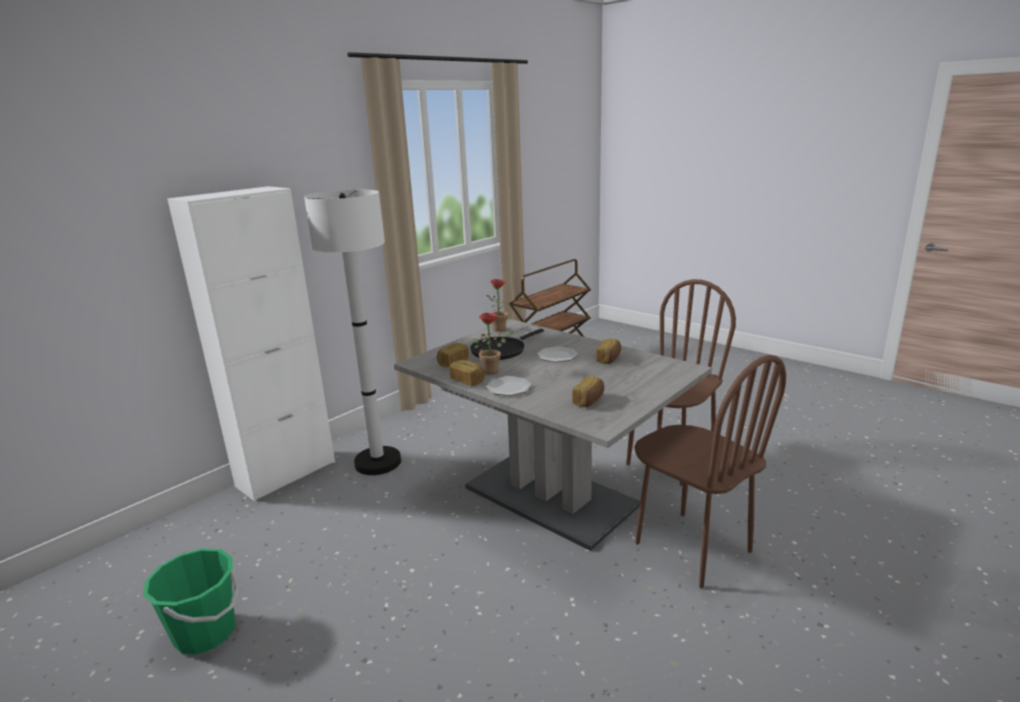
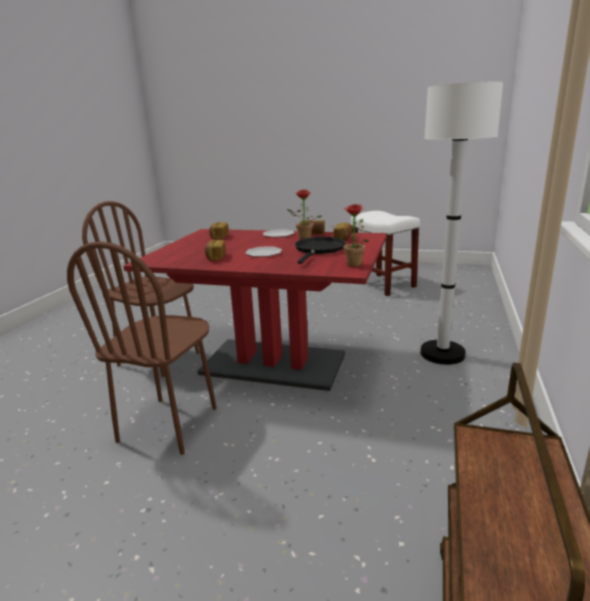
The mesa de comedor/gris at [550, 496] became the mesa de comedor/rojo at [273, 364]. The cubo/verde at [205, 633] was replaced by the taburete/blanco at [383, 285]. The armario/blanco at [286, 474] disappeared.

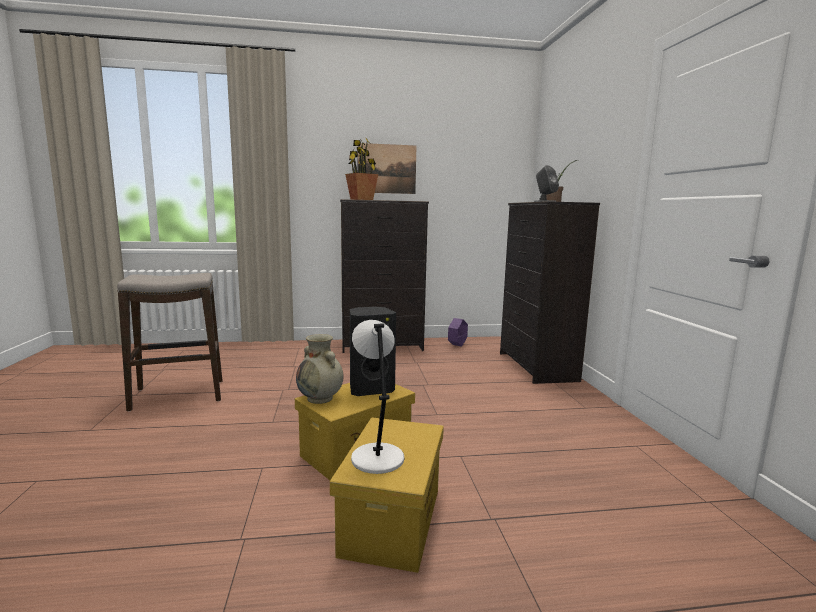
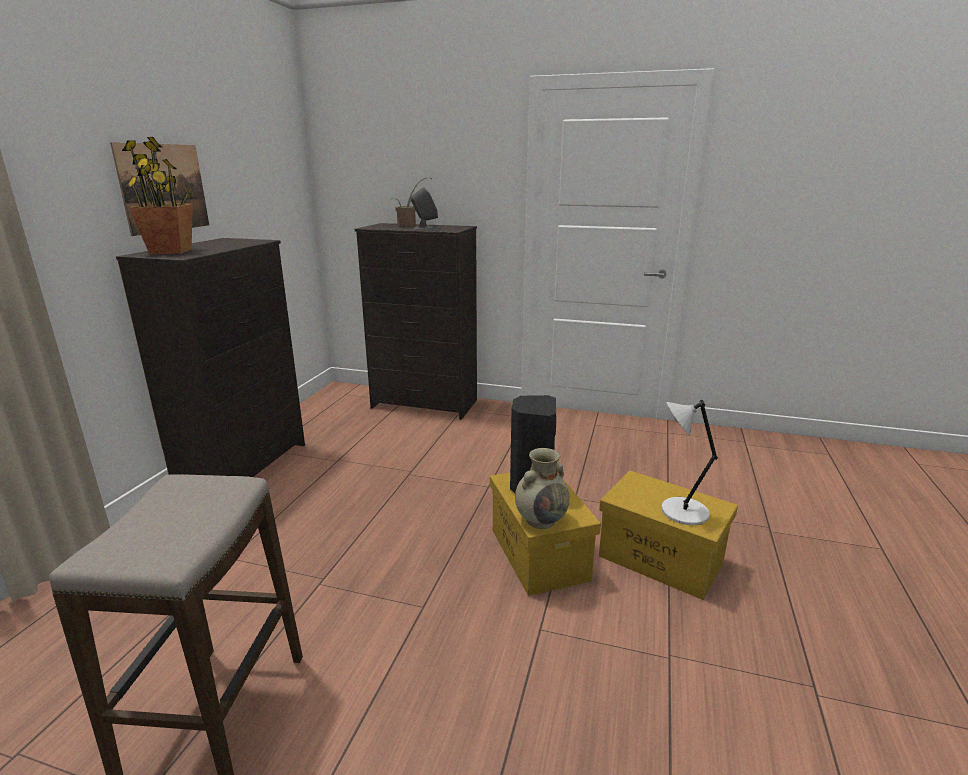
The maceta/morado at [457, 345] disappeared.

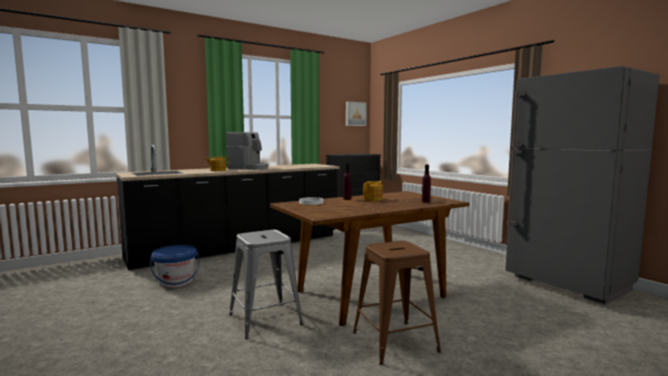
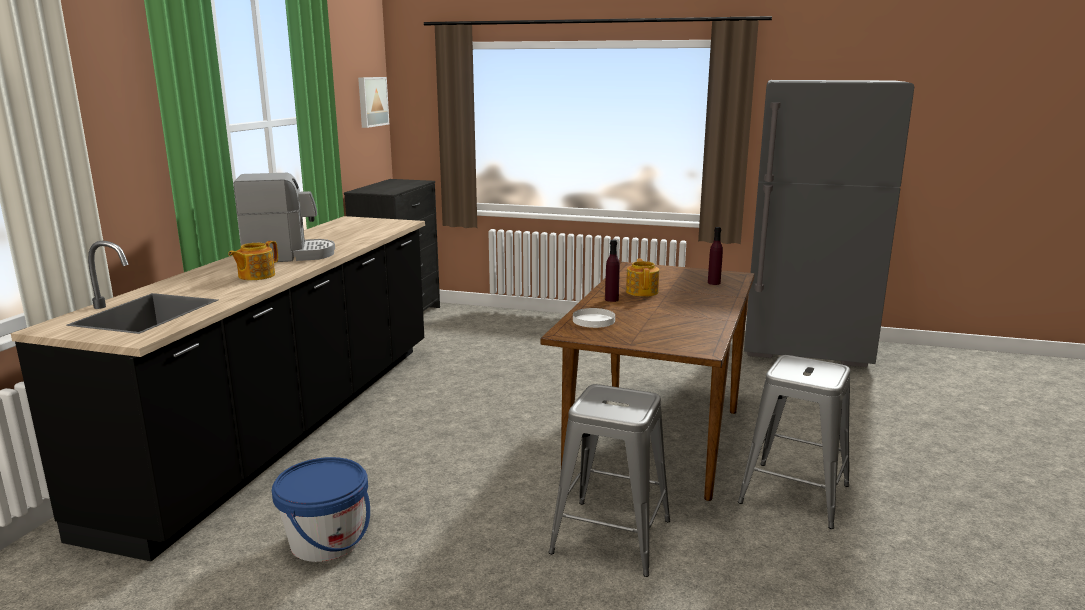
The taburete/marrón at [395, 341] became the taburete/gris at [794, 494].

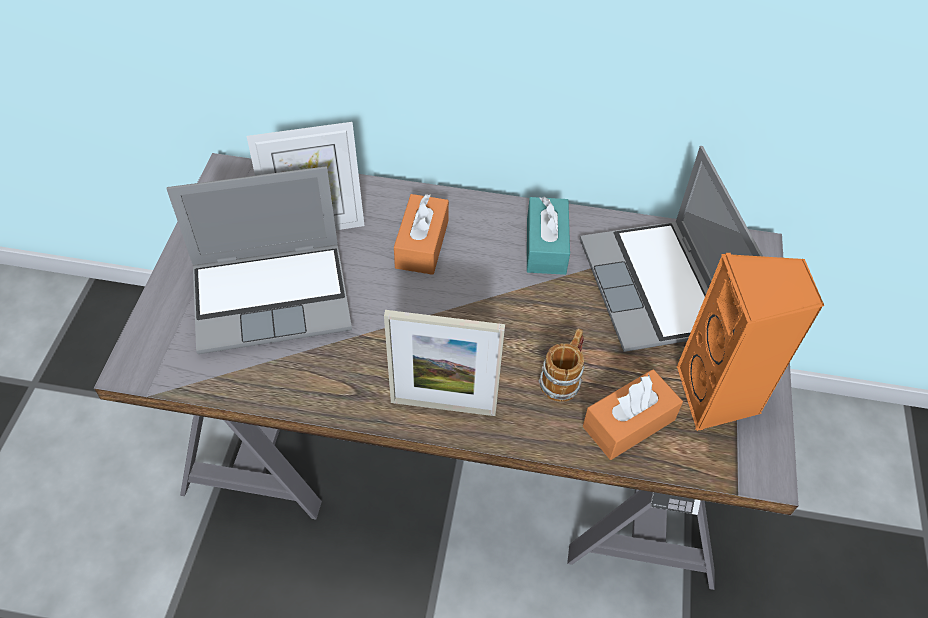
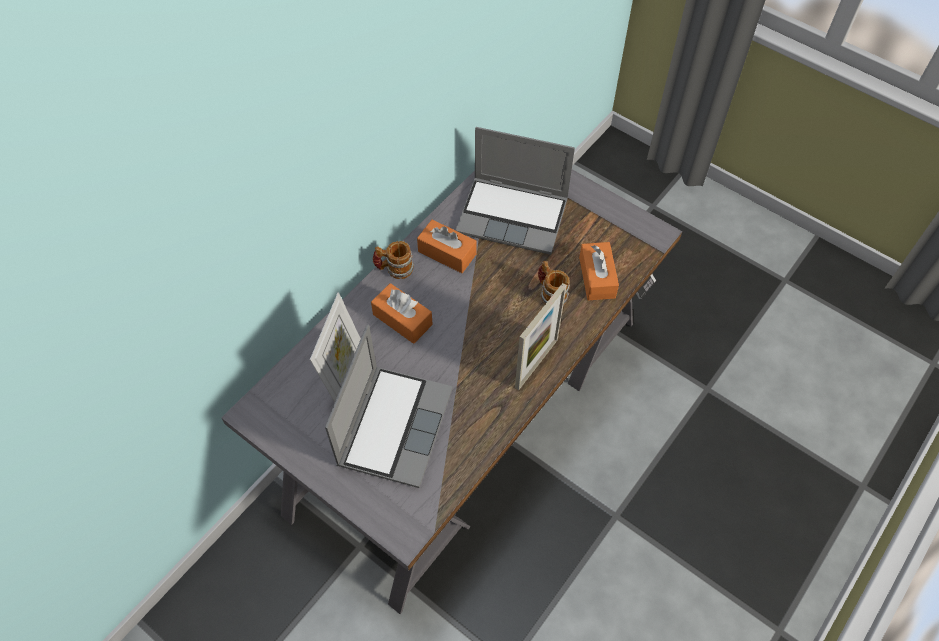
The taza grande at [394, 269] appeared. The caja de pañuelos/turquesa at [546, 246] became the caja de pañuelos/naranja at [447, 253]. The altavoz/naranja at [718, 396] disappeared.

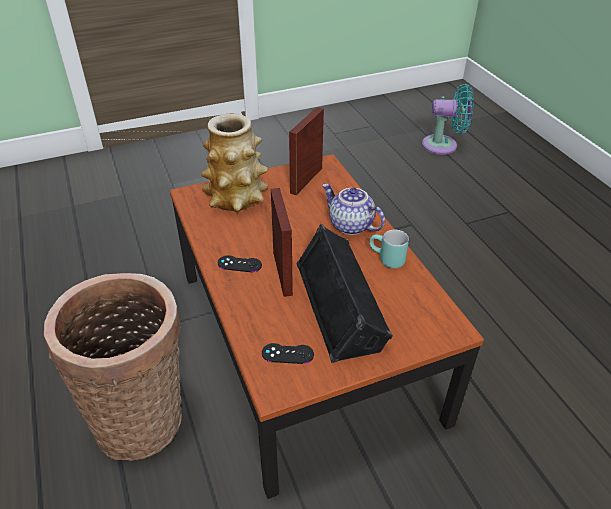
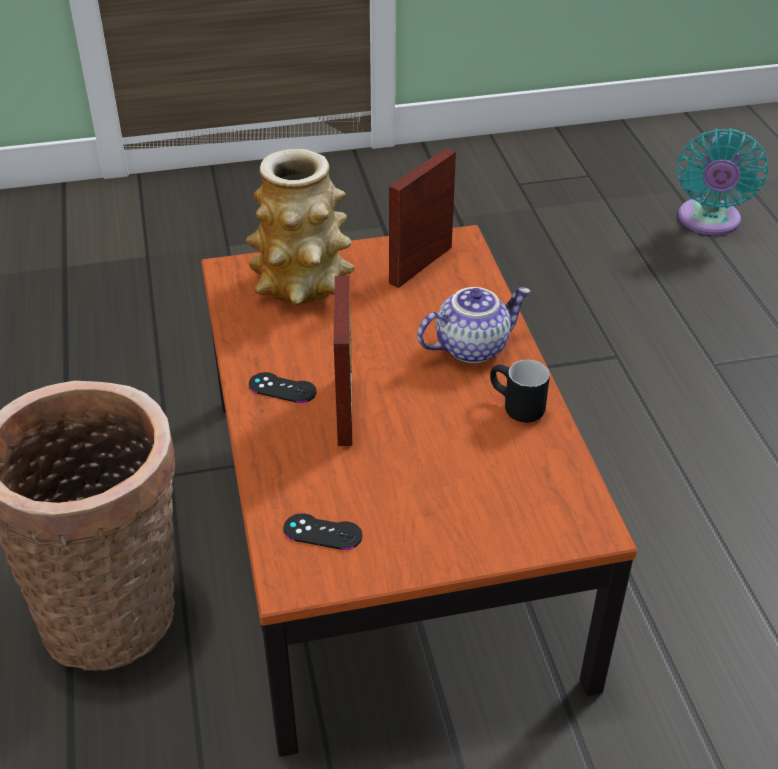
The tetera at [350, 225] turned 105 degrees clockwise. The taza grande/turquesa at [386, 260] became the taza grande/negro at [514, 408]. The ventilador/turquesa at [443, 145] turned 90 degrees clockwise. The altavoz/negro at [342, 303] disappeared.

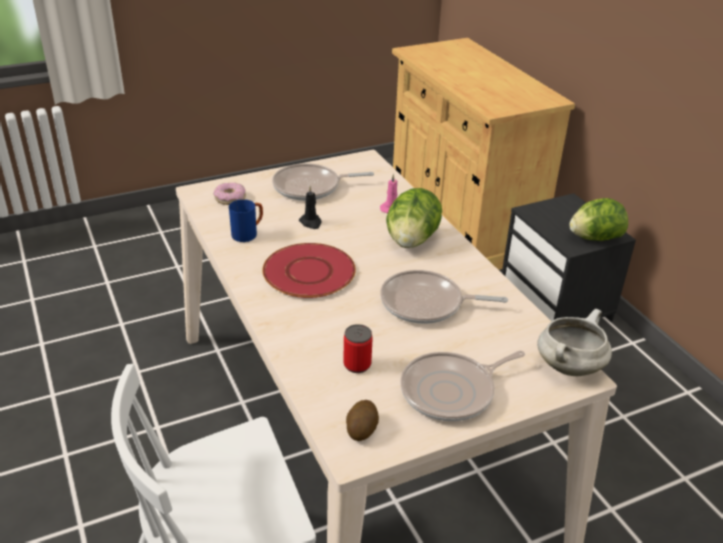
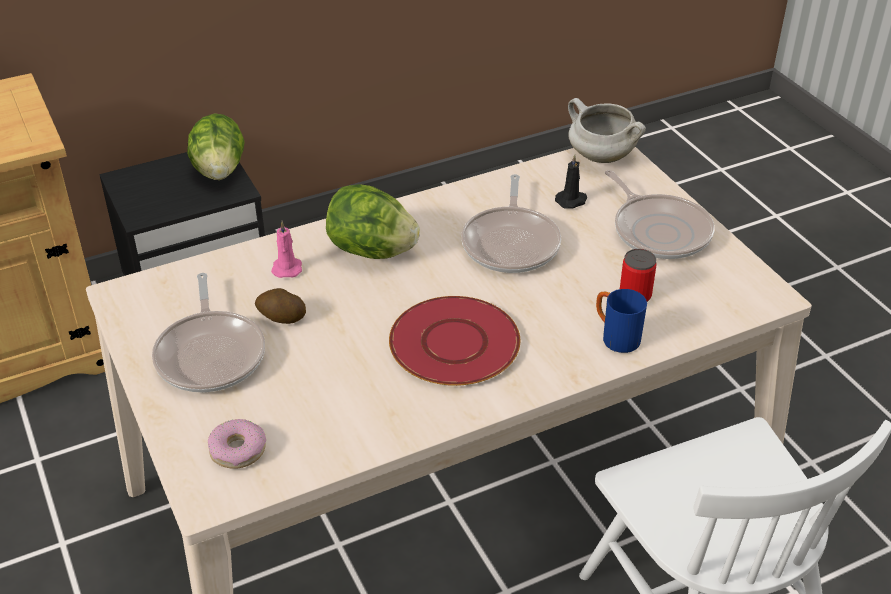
The patata moved from [361, 429] to [281, 318]. The vela/negro moved from [311, 222] to [572, 200]. The taza grande/azul moved from [248, 234] to [615, 337].

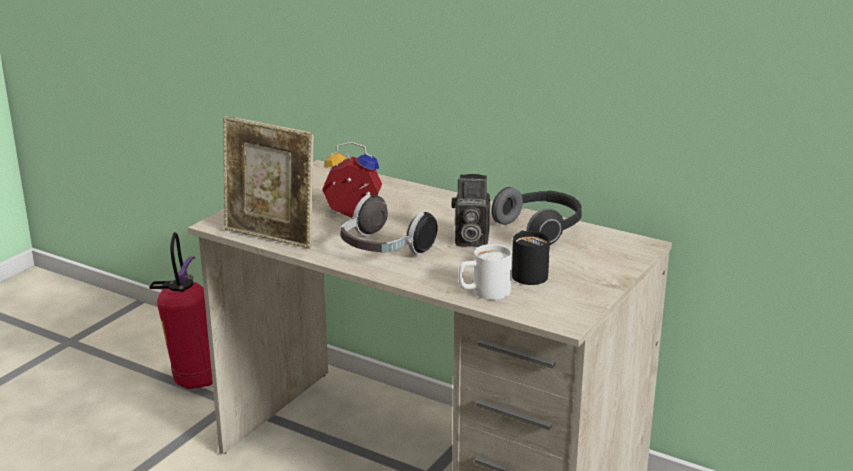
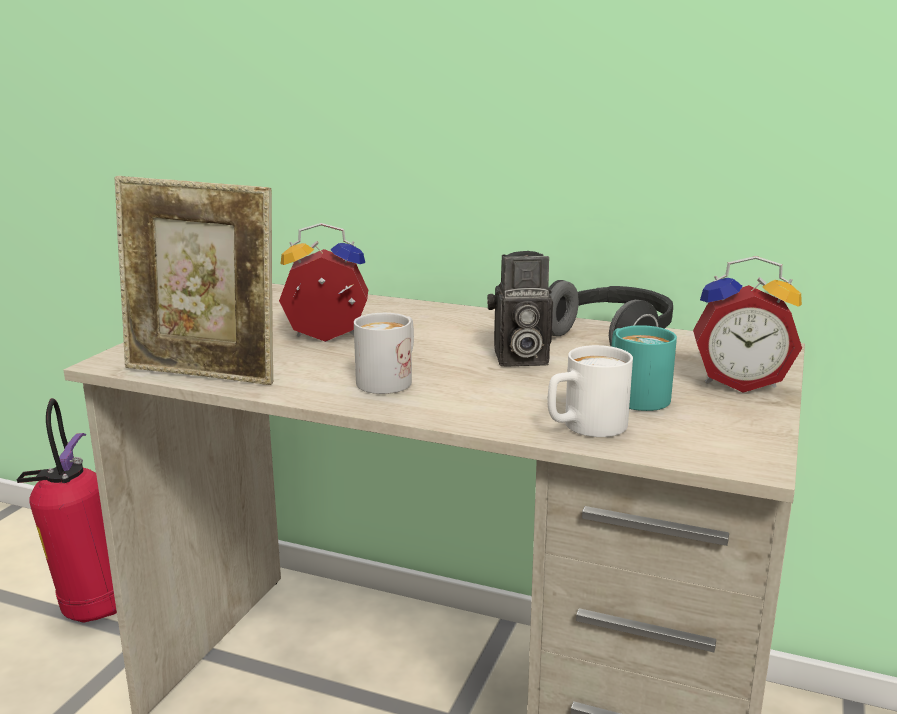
The auriculares at [383, 250] was replaced by the taza grande/blanco at [391, 379]. The taza grande/negro at [527, 273] became the taza grande/turquesa at [633, 394]. The despertador at [739, 382] appeared.

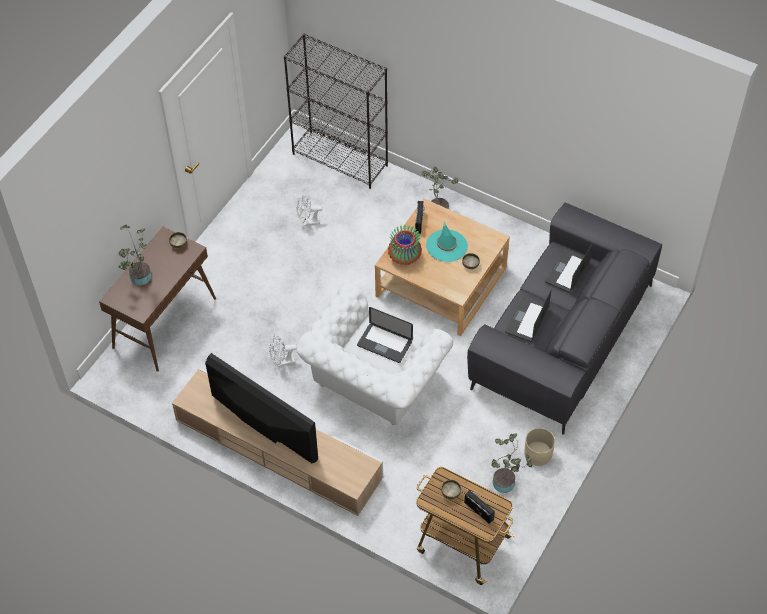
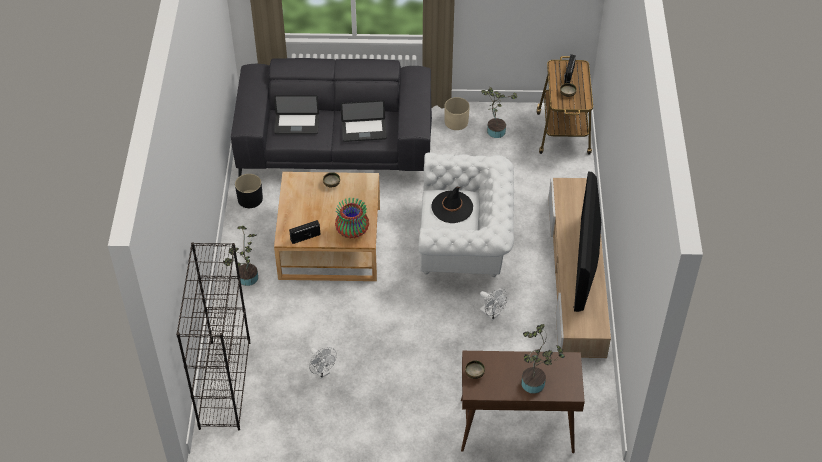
The maceta/negro at [250, 199] appeared. The portátil at [384, 343] was replaced by the sombrero/negro at [452, 207]. The sombrero/turquesa at [446, 246] disappeared.

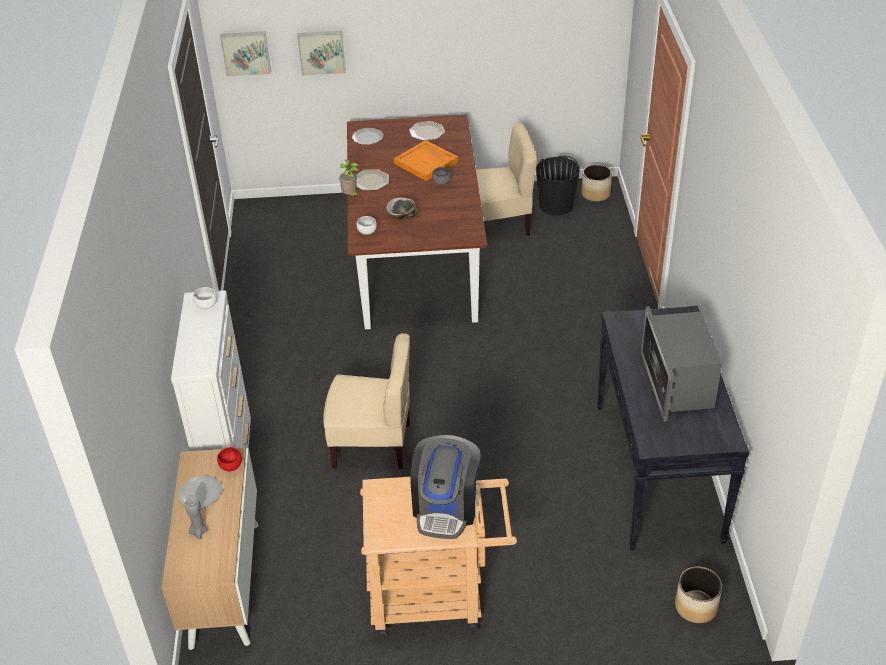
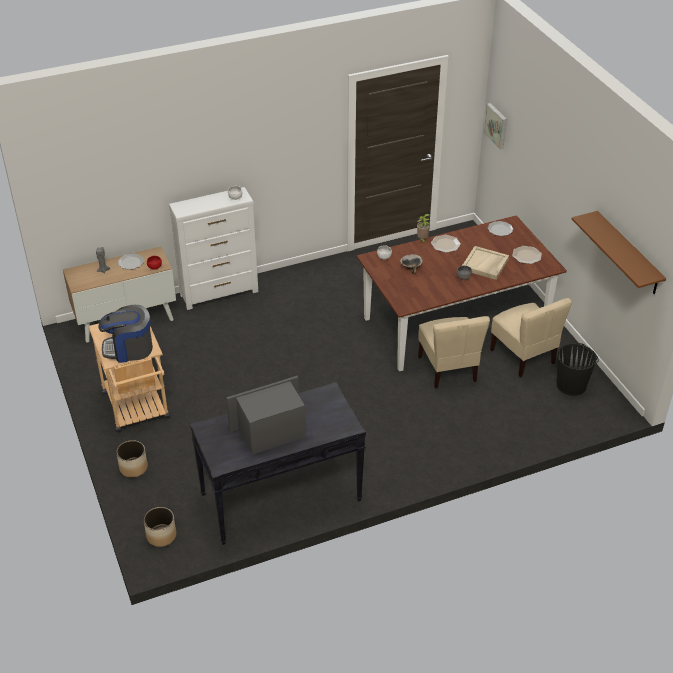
The maceta moved from [595, 194] to [133, 467]. The silla/beis moved from [372, 445] to [448, 369]. The bandeja/naranja at [426, 162] became the bandeja/beis at [485, 264]. The estante/marrón at [628, 254] appeared. The cuadro at [321, 52] disappeared.

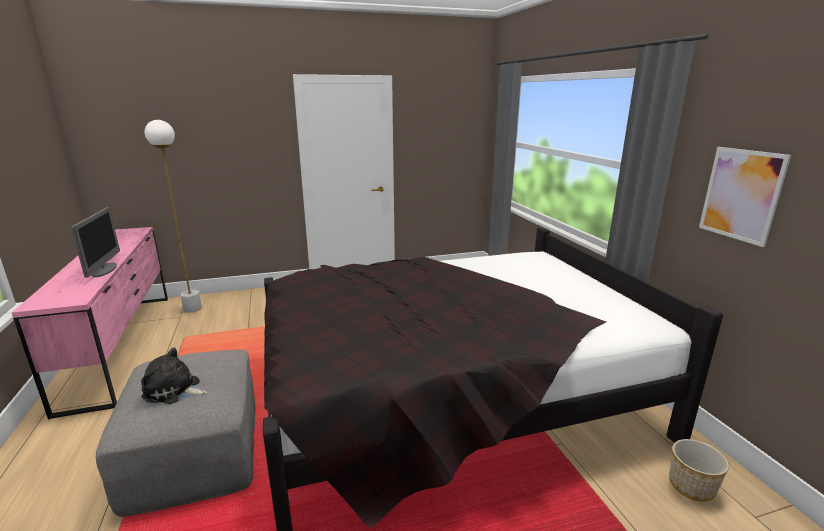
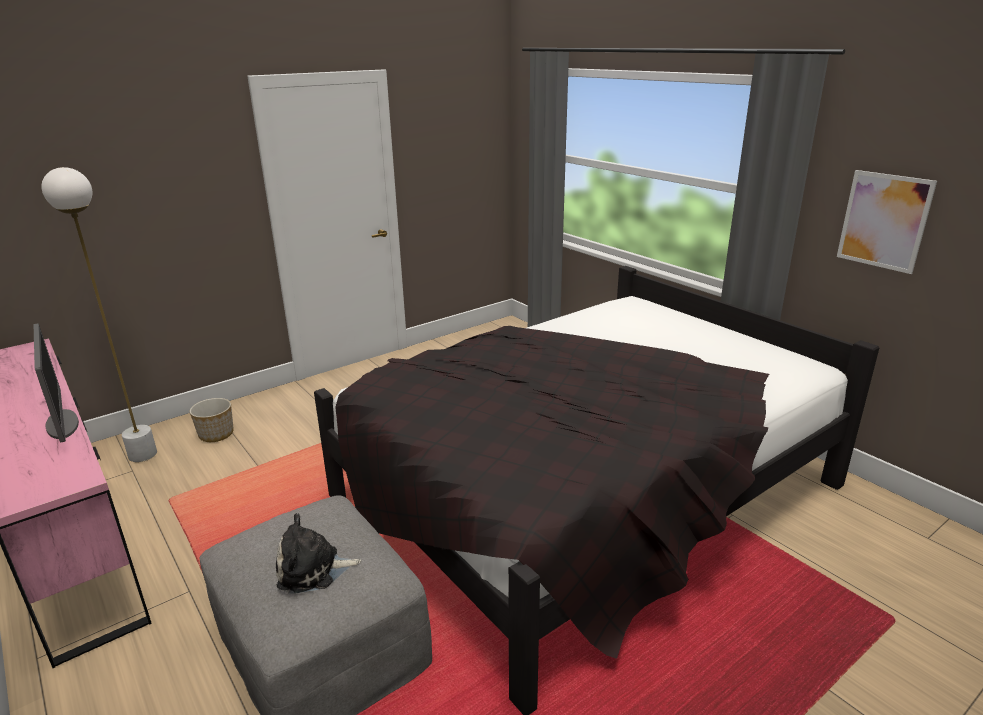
The maceta moved from [690, 486] to [215, 434].

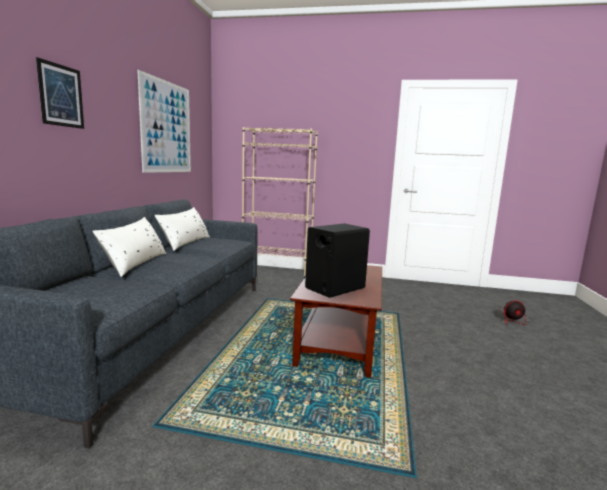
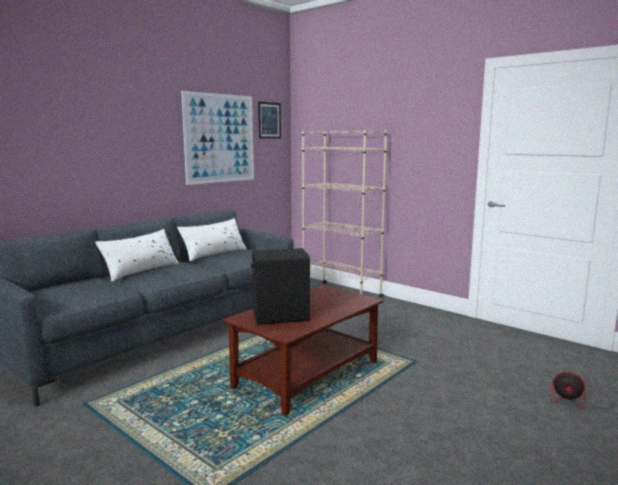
The cuadro moved from [61, 95] to [269, 120].

